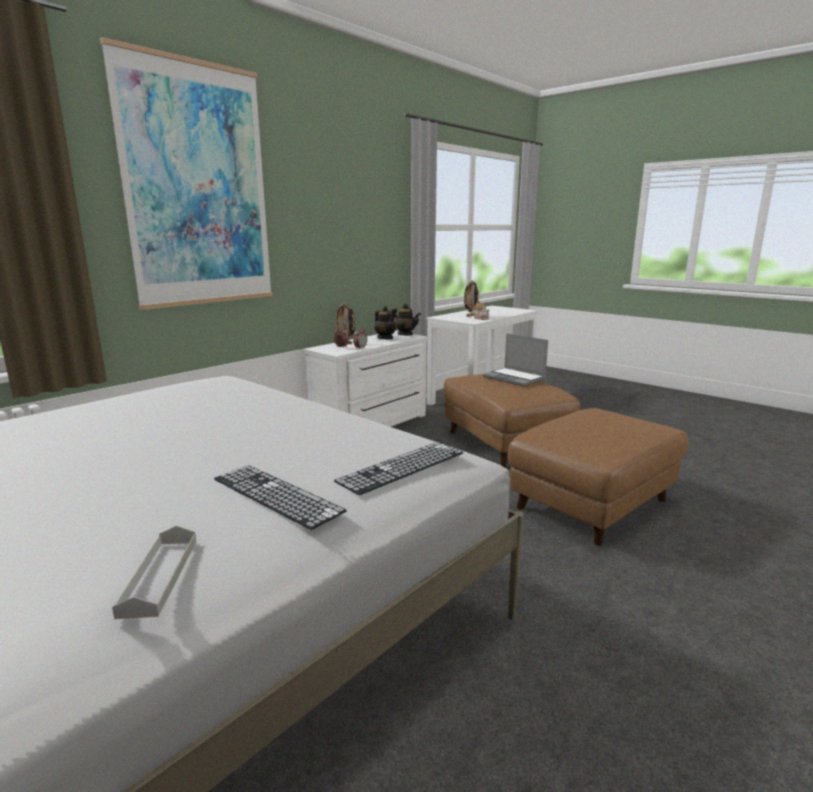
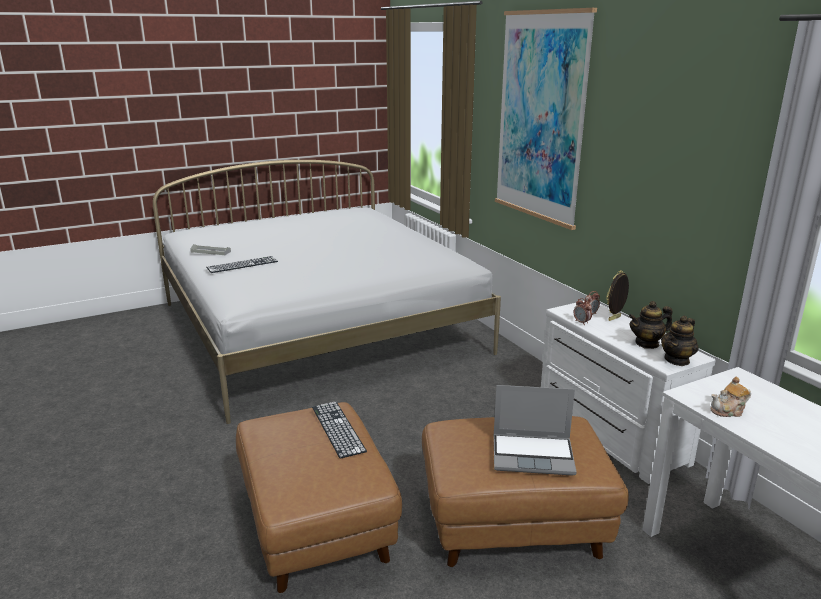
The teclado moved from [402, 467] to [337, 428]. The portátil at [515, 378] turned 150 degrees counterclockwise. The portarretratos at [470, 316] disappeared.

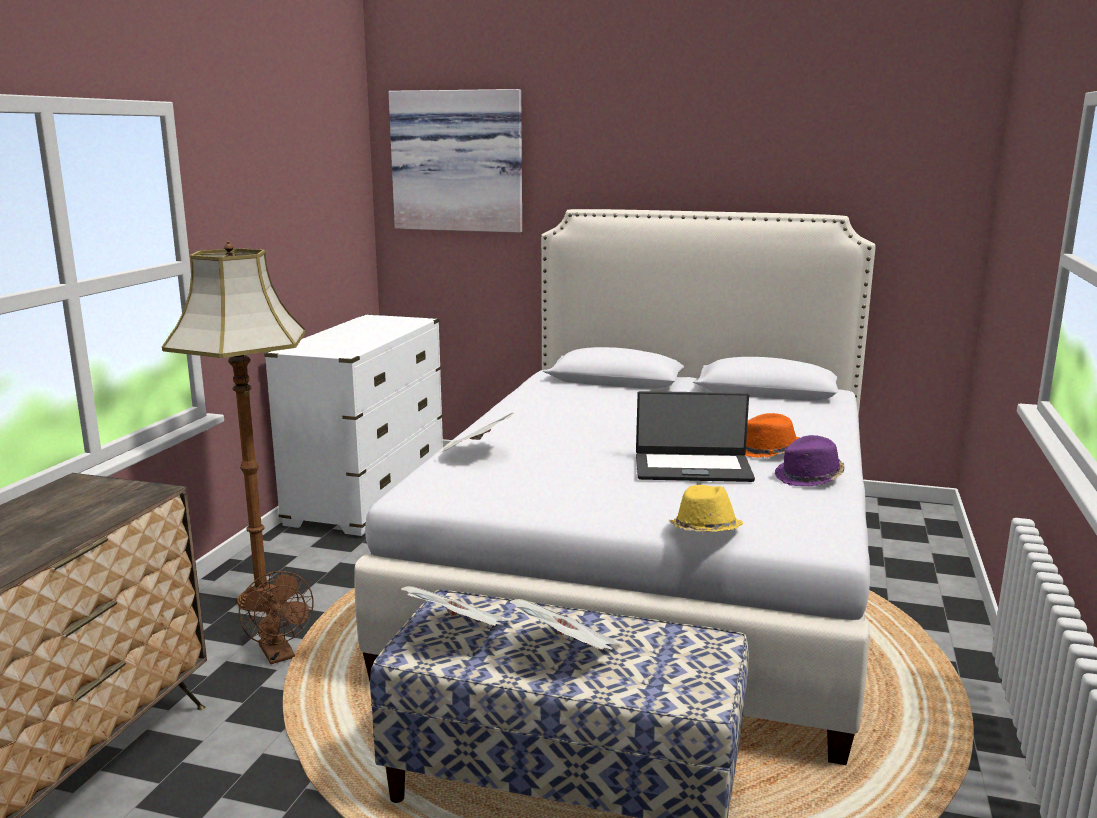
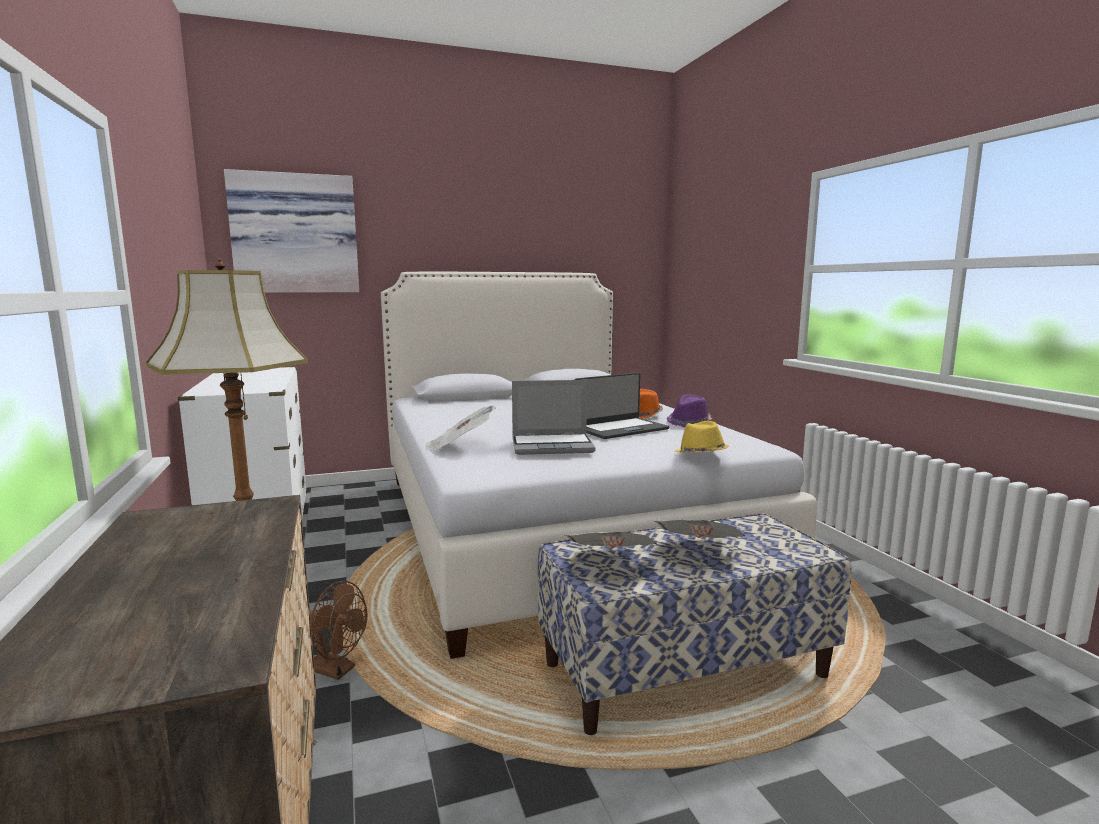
The portátil at [553, 446] appeared.

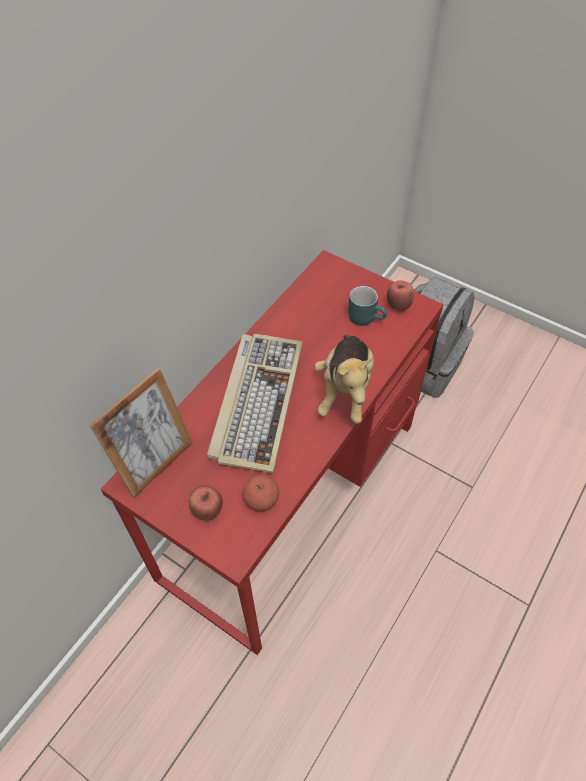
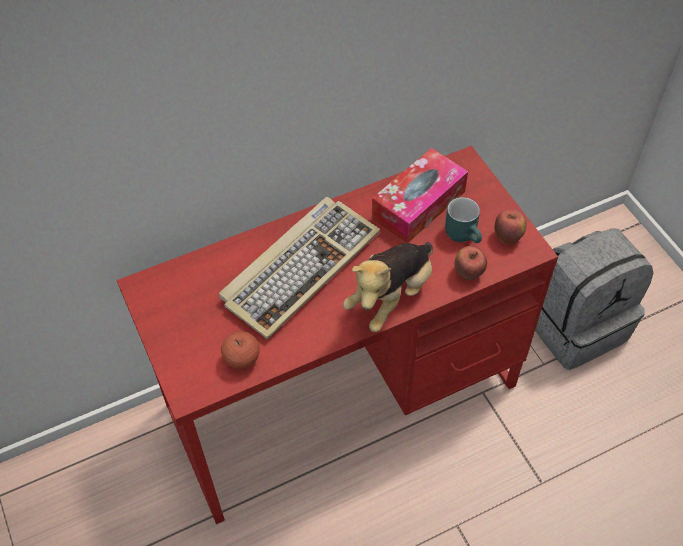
The caja de pañuelos at [418, 204] appeared. The manzana moved from [207, 510] to [468, 273]. The portarretratos at [156, 463] disappeared.

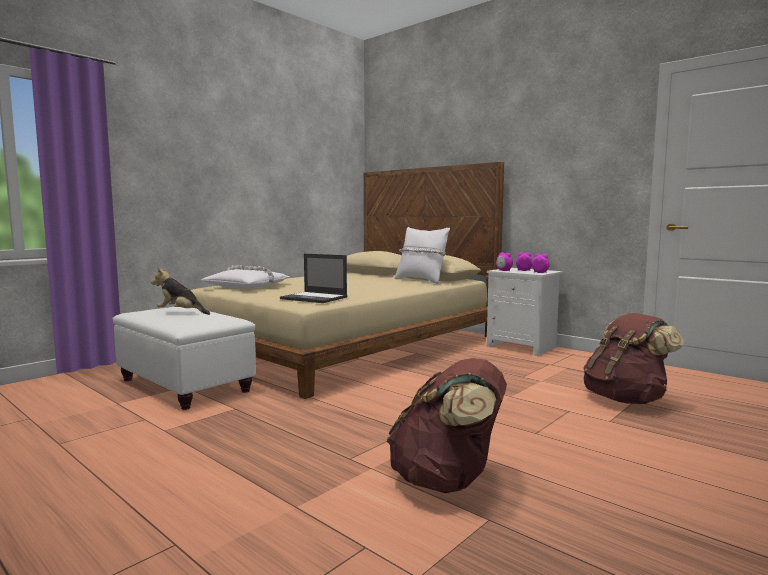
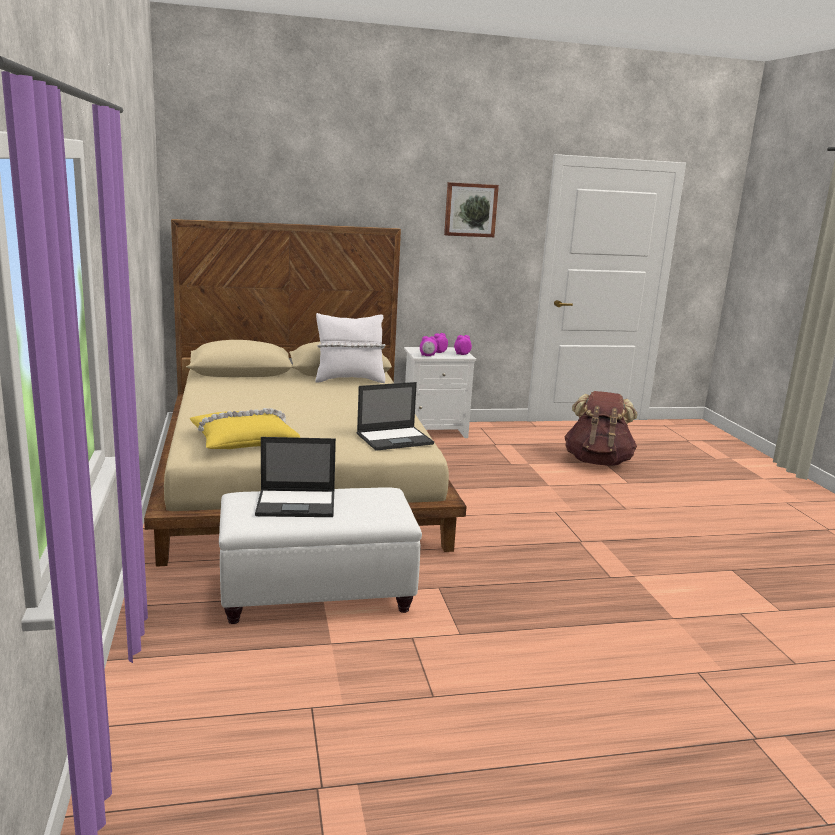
The cojín/blanco at [247, 286] became the cojín/amarillo at [243, 439]. The peluche at [180, 313] was replaced by the portátil at [297, 504]. The cuadro at [470, 210] appeared. The mochila/marrón at [447, 481] disappeared.

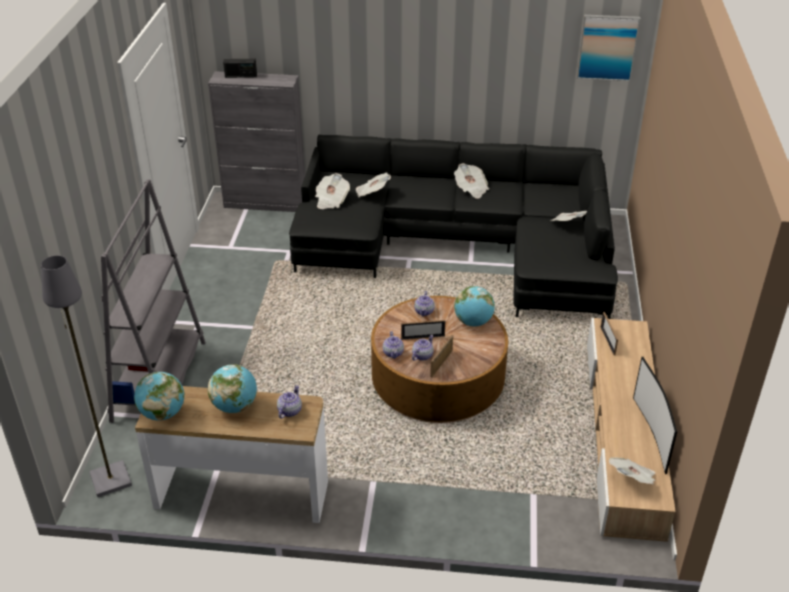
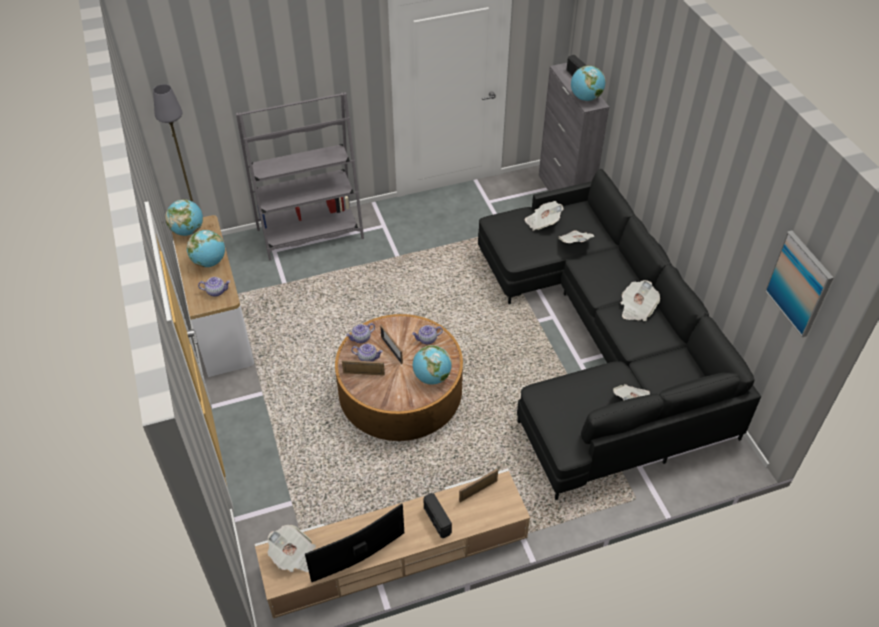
The radio at [437, 521] appeared. The globo terráqueo at [585, 98] appeared.

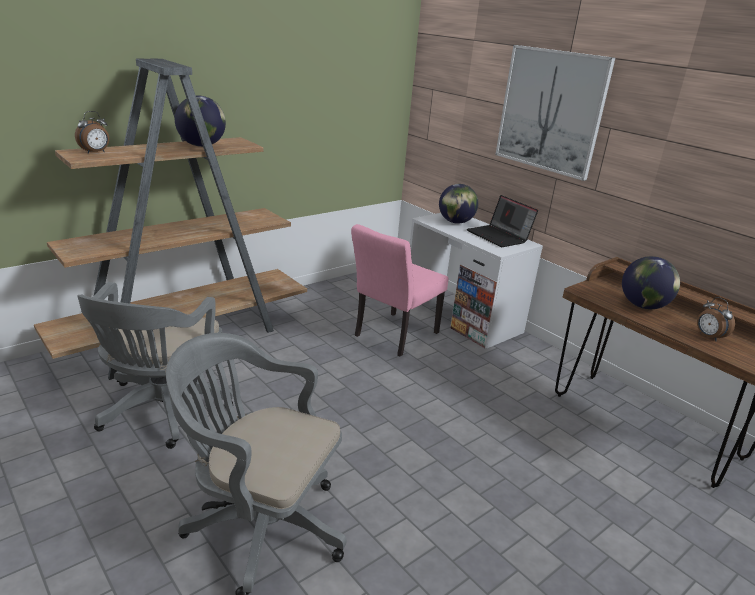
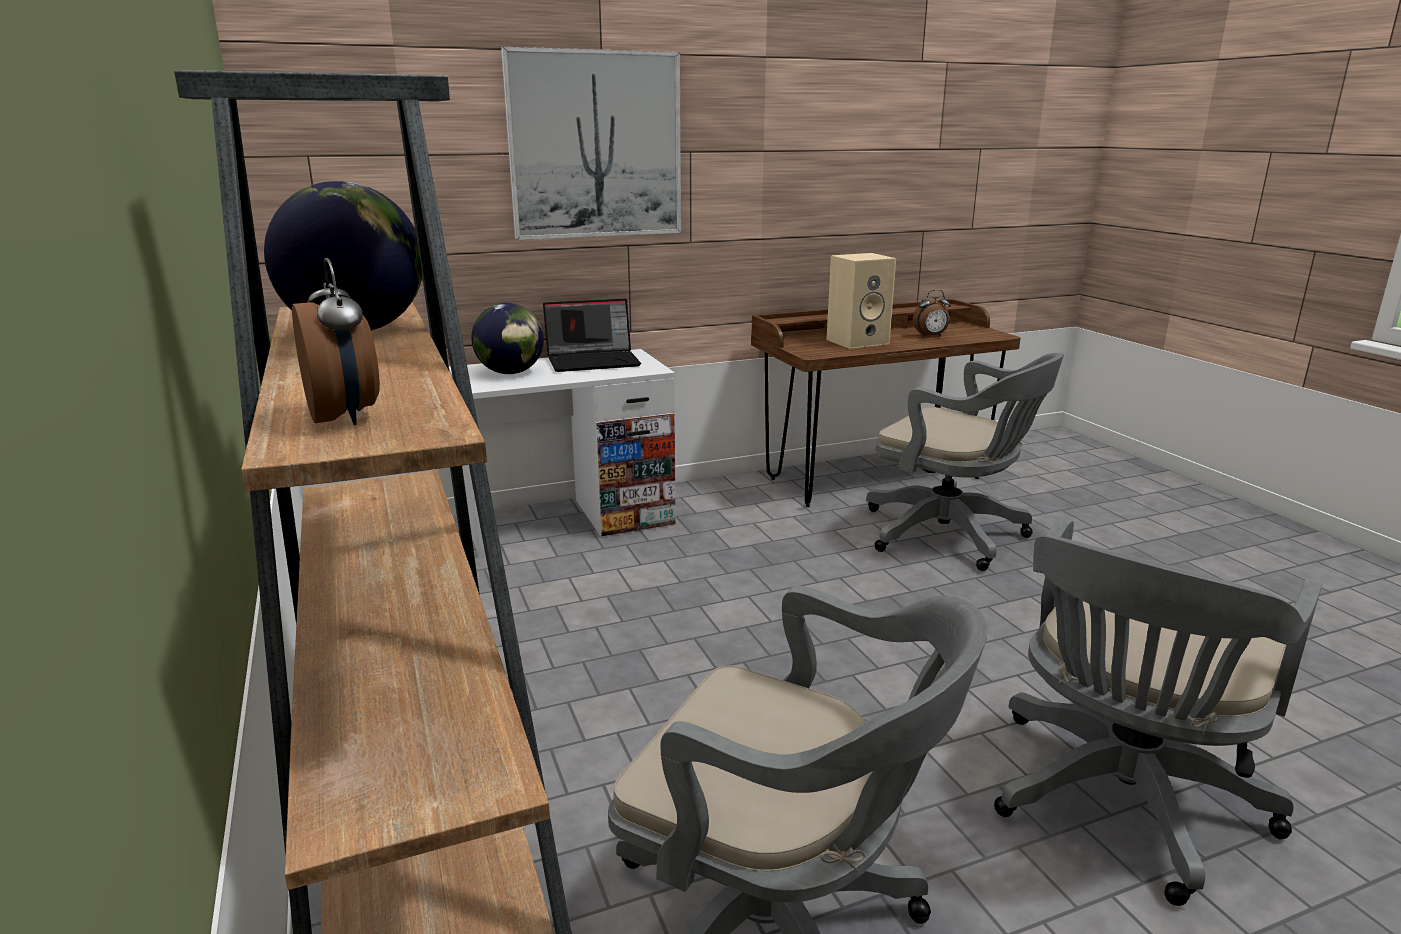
The globo terráqueo at [643, 306] was replaced by the altavoz/beis at [858, 341]. The silla de oficina/gris at [951, 536] appeared. The silla/rosa at [392, 336] disappeared.

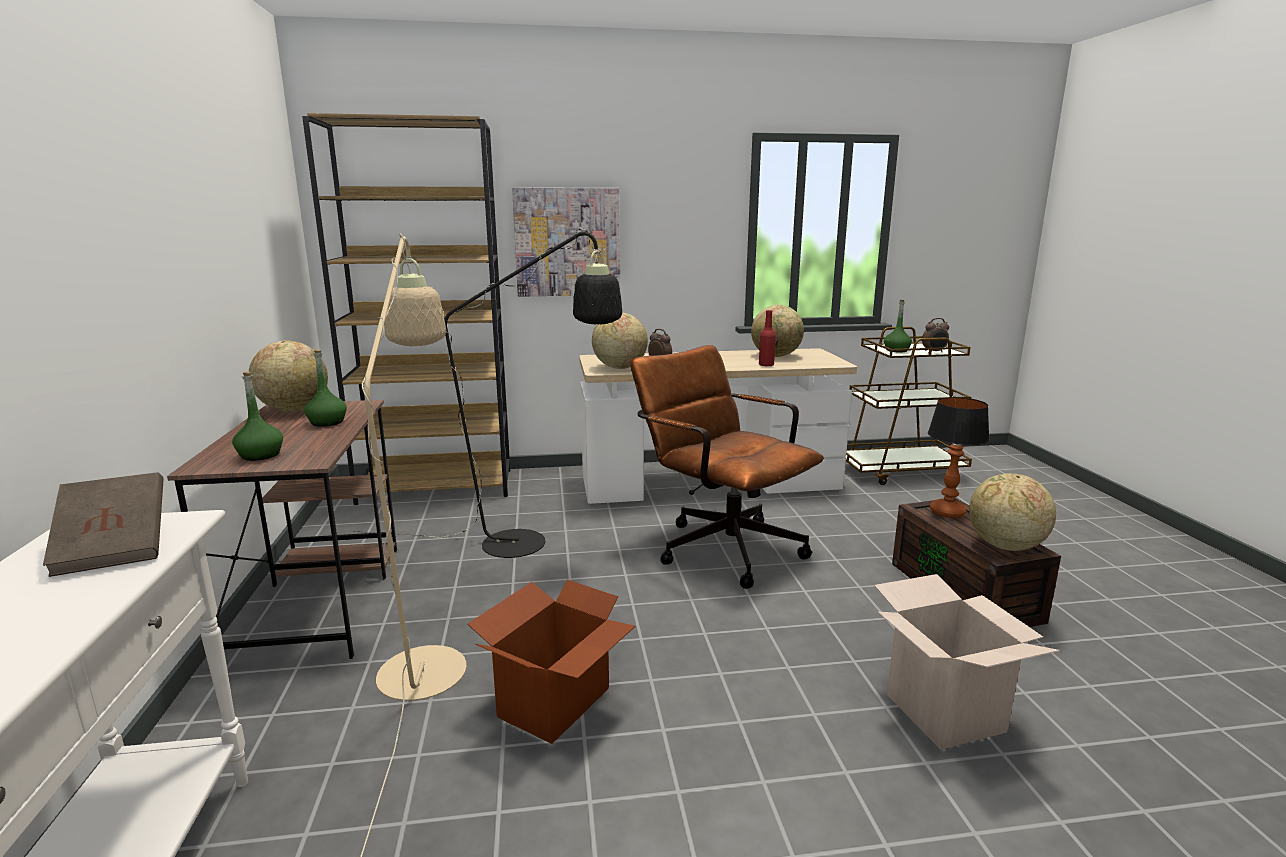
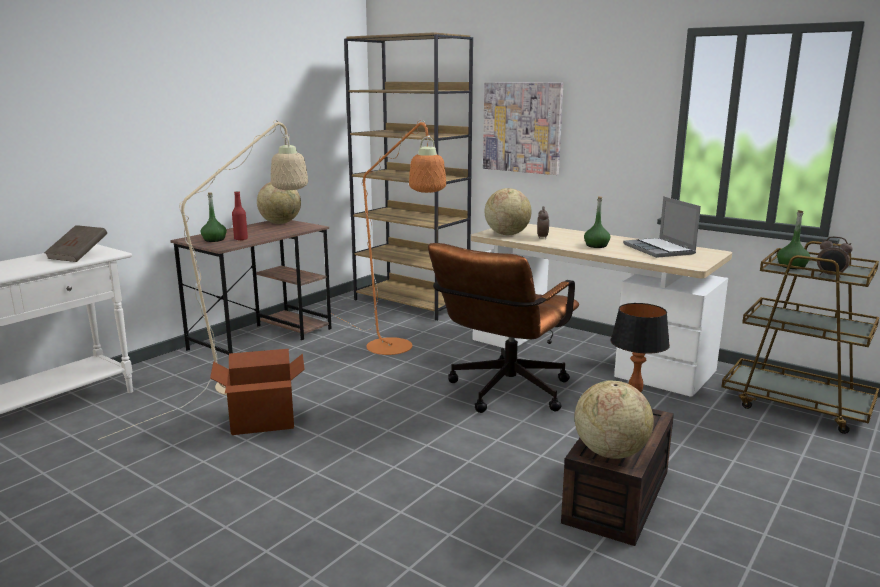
The botella/rojo moved from [766, 365] to [241, 239]. The lámpara de pie/negro at [530, 544] became the lámpara de pie/naranja at [396, 350]. The silla de oficina/marrón at [720, 545] turned 150 degrees counterclockwise. The botella/verde moved from [327, 422] to [596, 246]. The globo terráqueo at [776, 356] was replaced by the portátil at [660, 249]. The caja de cartón at [944, 712] disappeared.

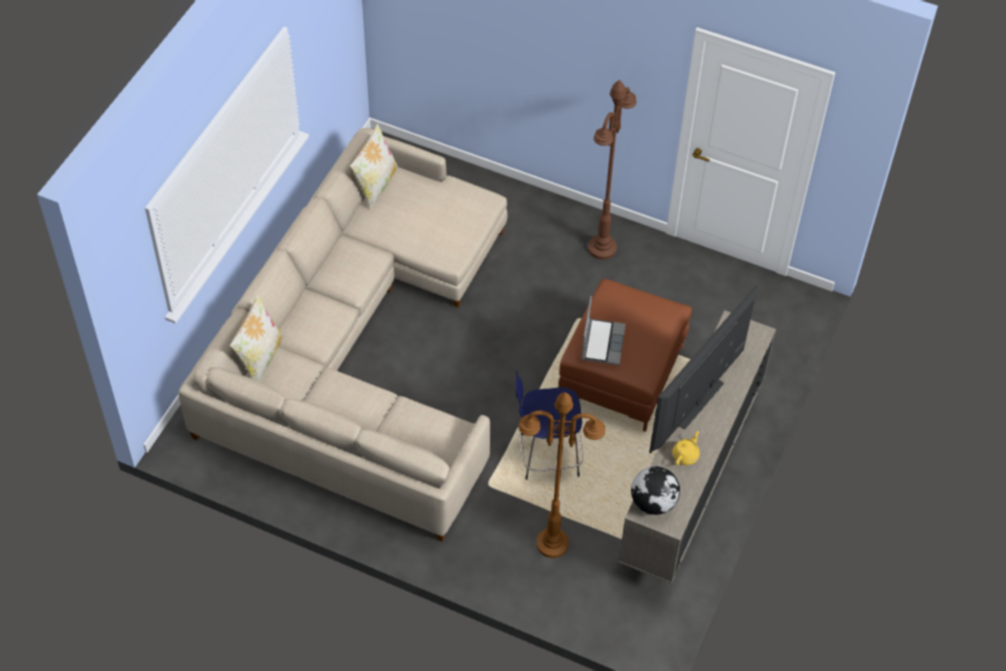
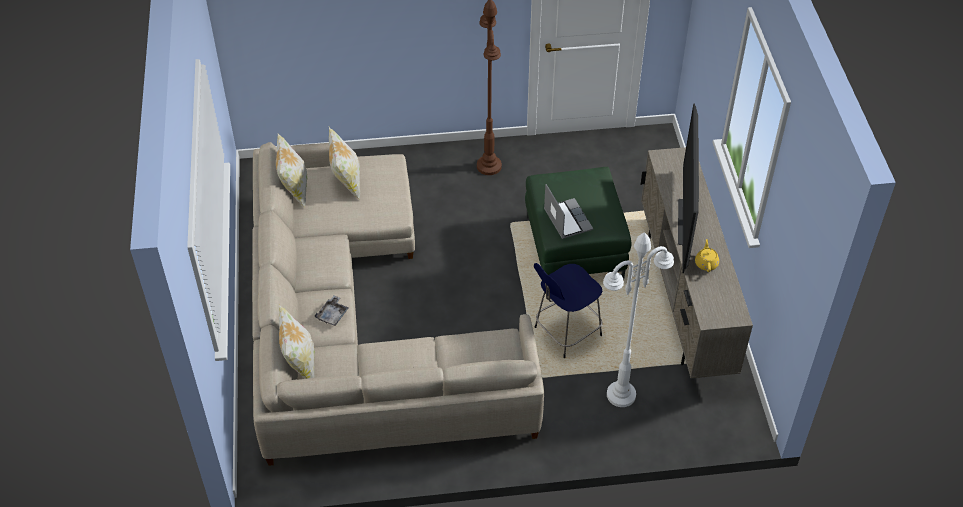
The bandeja/gris at [333, 315] appeared. The cojín at [346, 182] appeared. The puf/marrón at [621, 374] became the puf/verde at [573, 247]. The lámpara de pie/marrón at [552, 543] became the lámpara de pie/blanco at [620, 395]. The globo terráqueo at [653, 502] disappeared.

